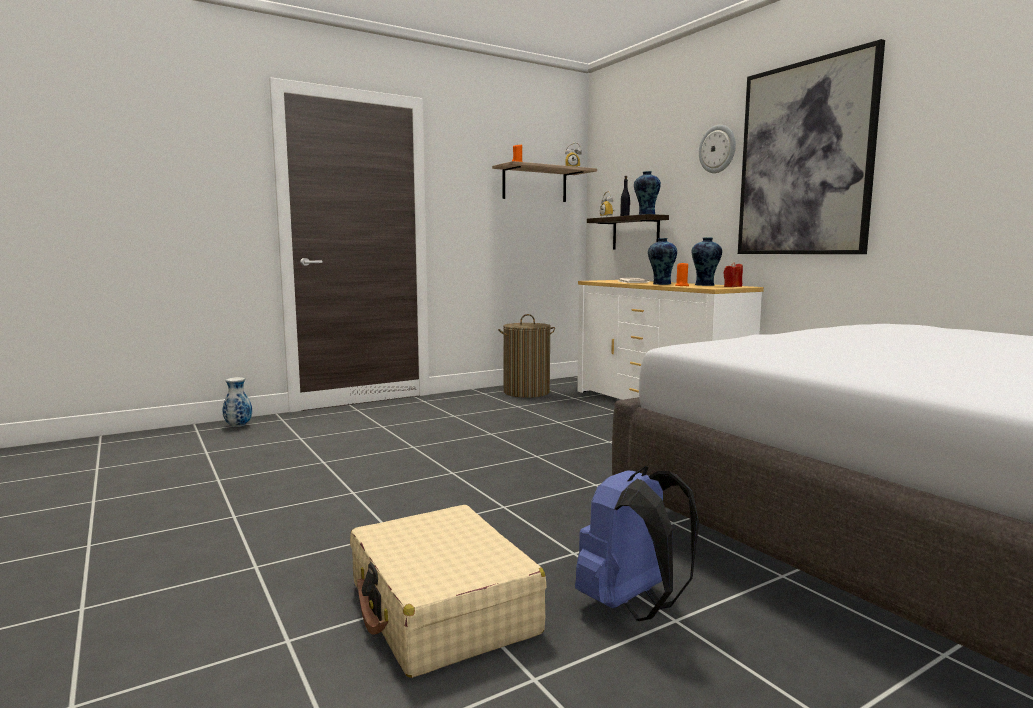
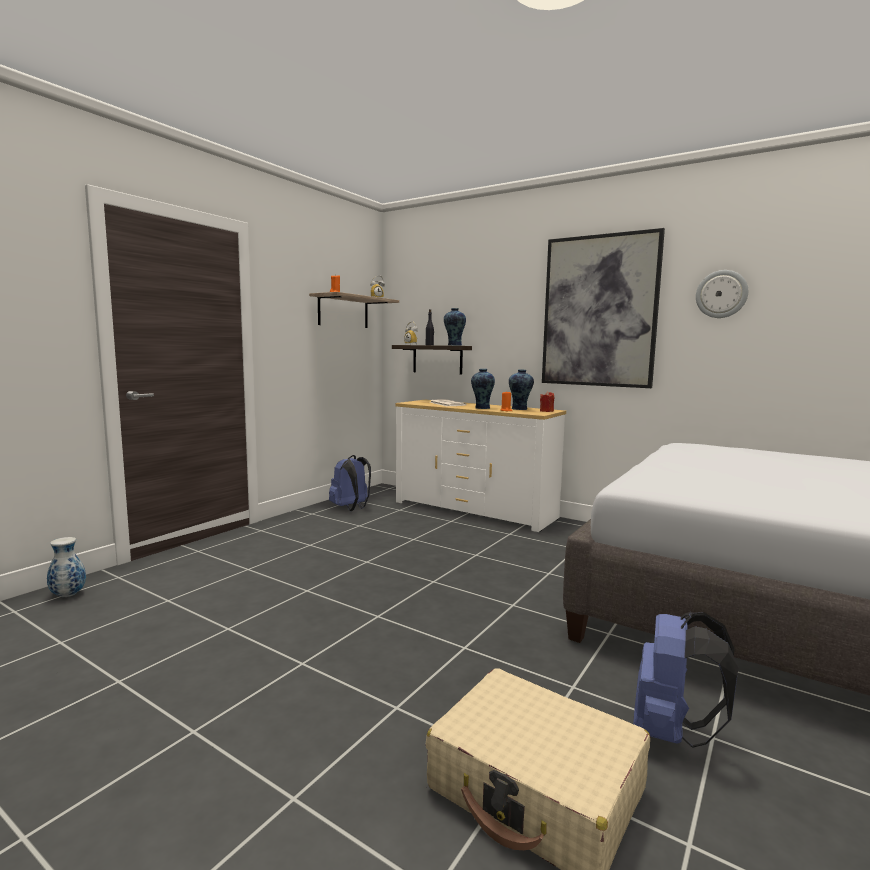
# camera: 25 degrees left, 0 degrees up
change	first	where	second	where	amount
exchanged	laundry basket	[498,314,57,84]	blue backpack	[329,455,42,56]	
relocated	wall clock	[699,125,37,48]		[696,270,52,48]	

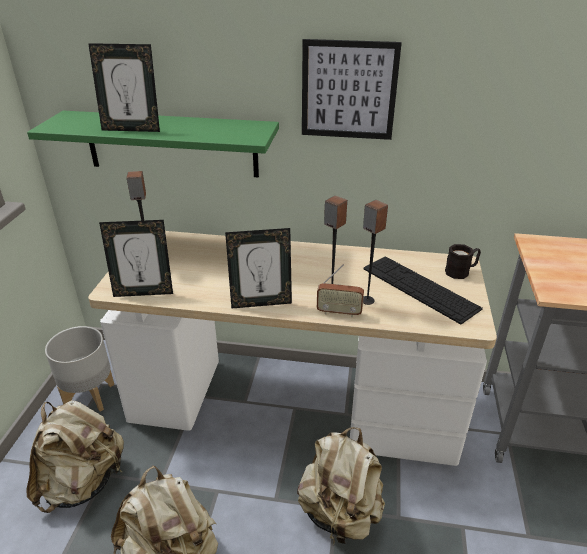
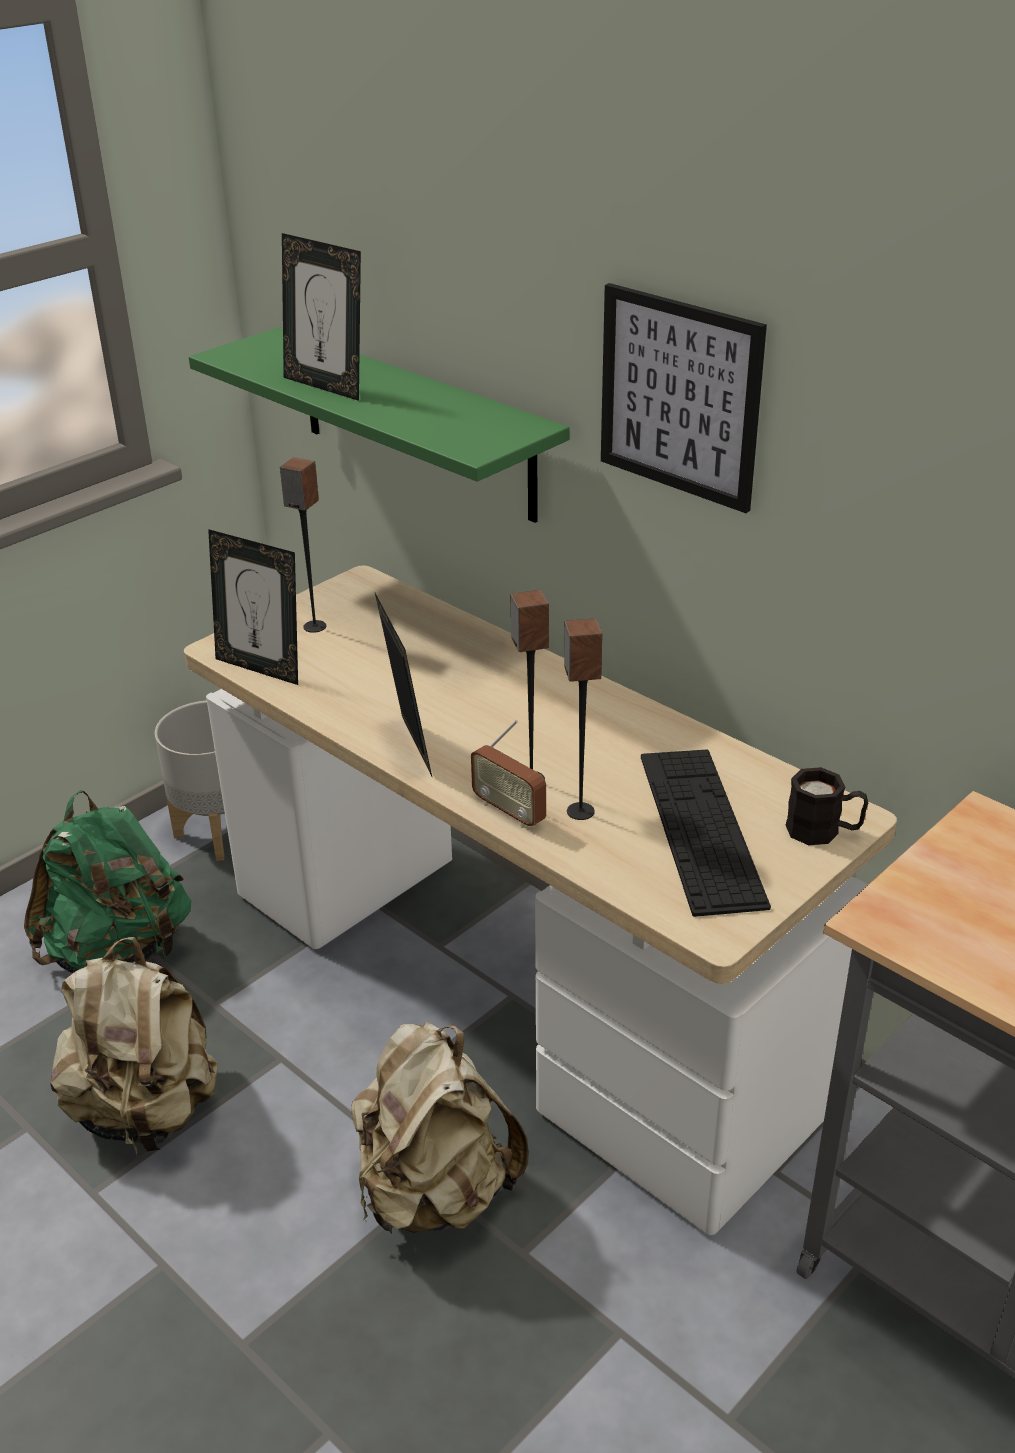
# camera: 35 degrees right, 0 degrees up
change	first	where	second	where	amount
colour	beige backpack	[26,400,98,113]	green backpack	[24,790,167,183]	
spun	picture frame	[225,228,67,81]		[375,593,57,183]	135 degrees counterclockwise

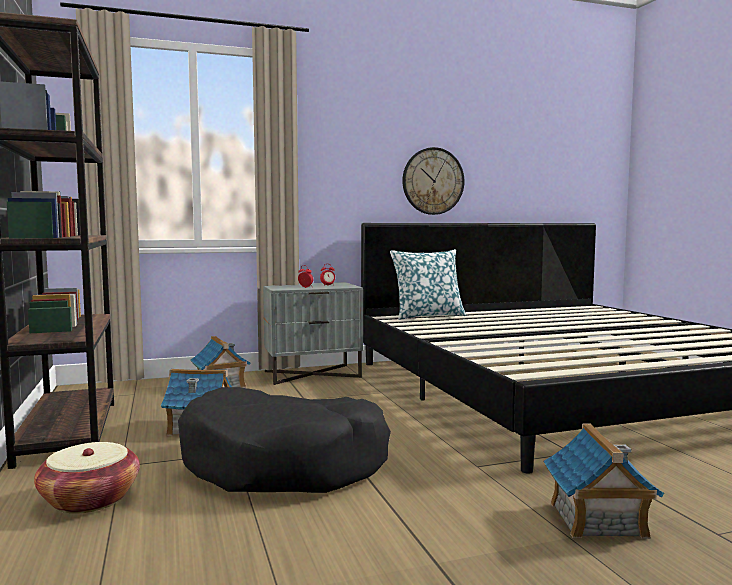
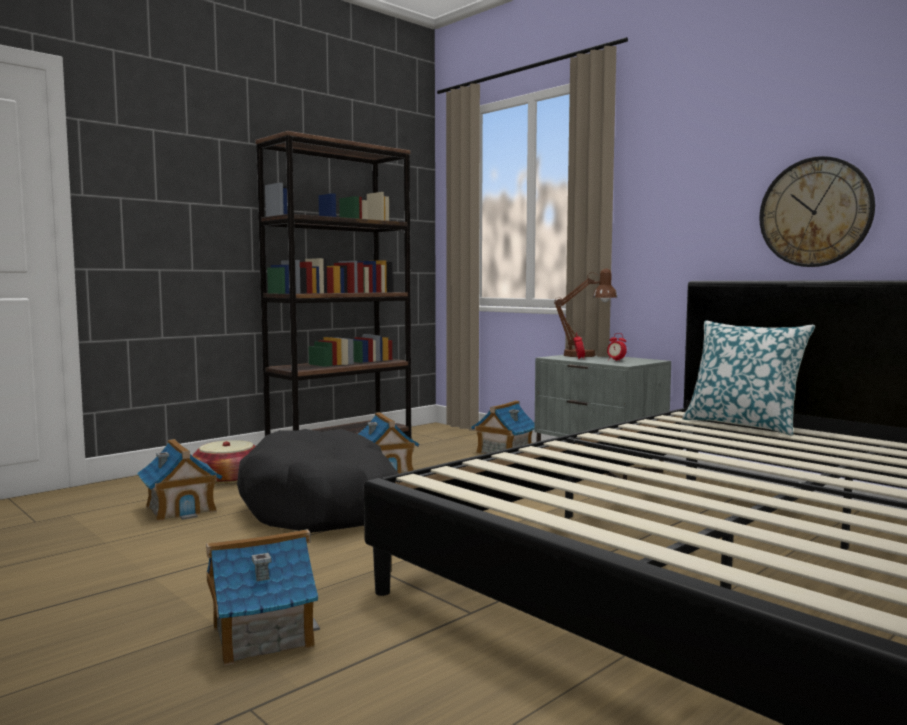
# camera: 65 degrees right, 0 degrees up
change	first	where	second	where	amount
appeared			toy house	[137,439,86,82]	
appeared			brown table lamp	[554,268,63,89]	

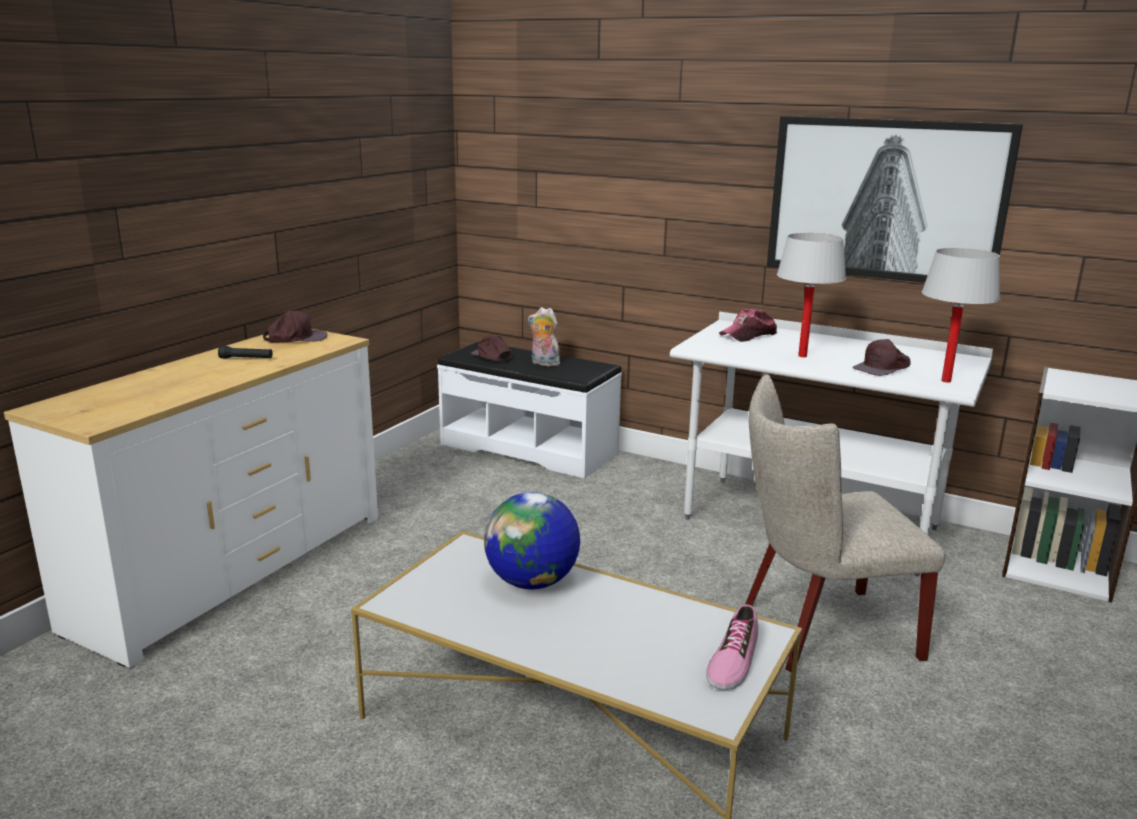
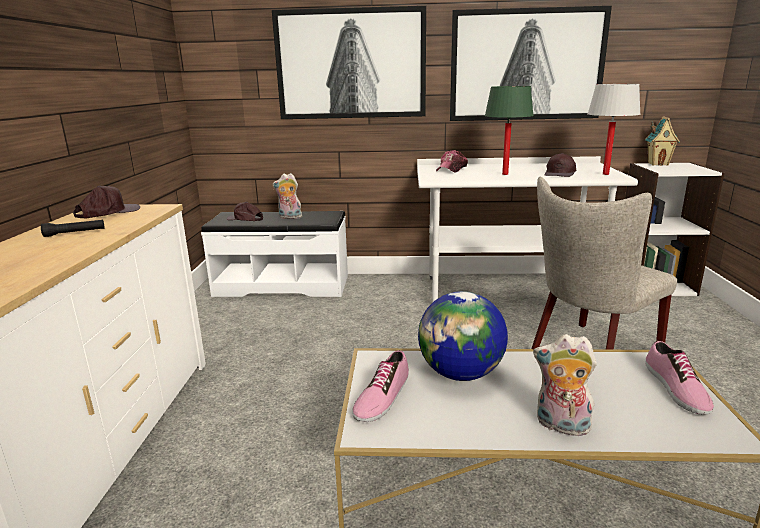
# camera: 25 degrees left, 0 degrees up
change	first	where	second	where	amount
colour	white table lamp	[777,233,69,124]	green table lamp	[485,86,49,89]	
appeared			picture	[272,6,154,113]	
appeared			shoe	[352,350,57,72]	
appeared			plush toy	[533,334,64,105]	
appeared			toy house	[645,116,35,50]	

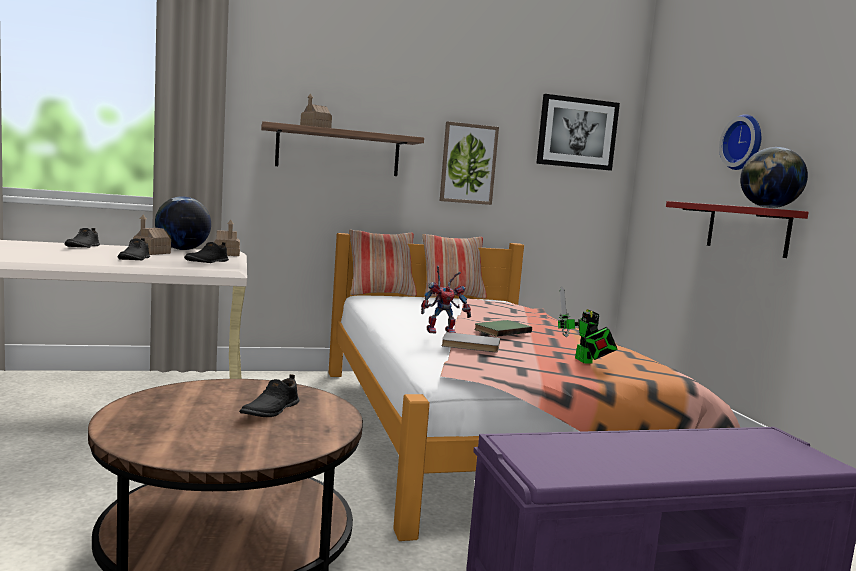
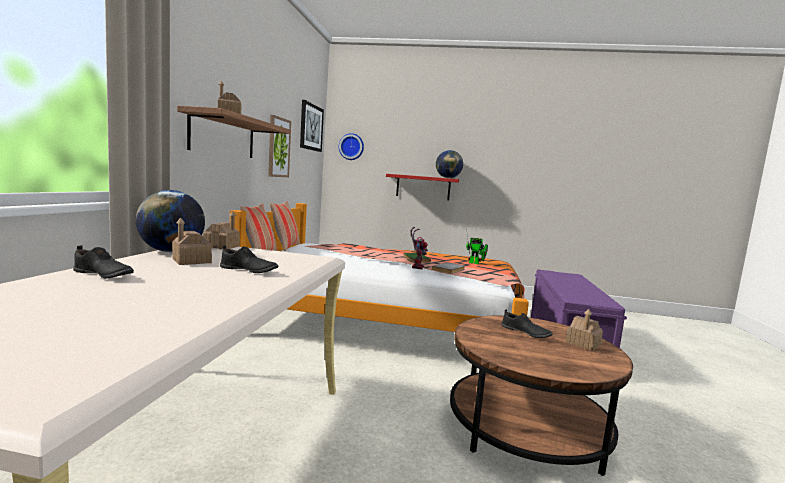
# camera: 65 degrees left, 0 degrees up
change	first	where	second	where	amount
missing	black shoe	[184,242,45,21]			
relocated	wall clock	[719,114,42,56]		[339,133,25,27]	
appeared			toy house	[566,309,37,42]	

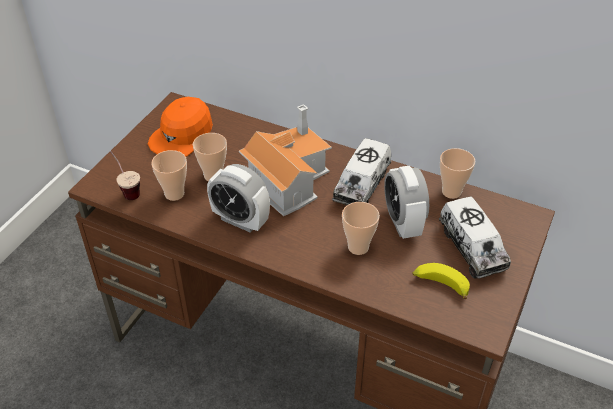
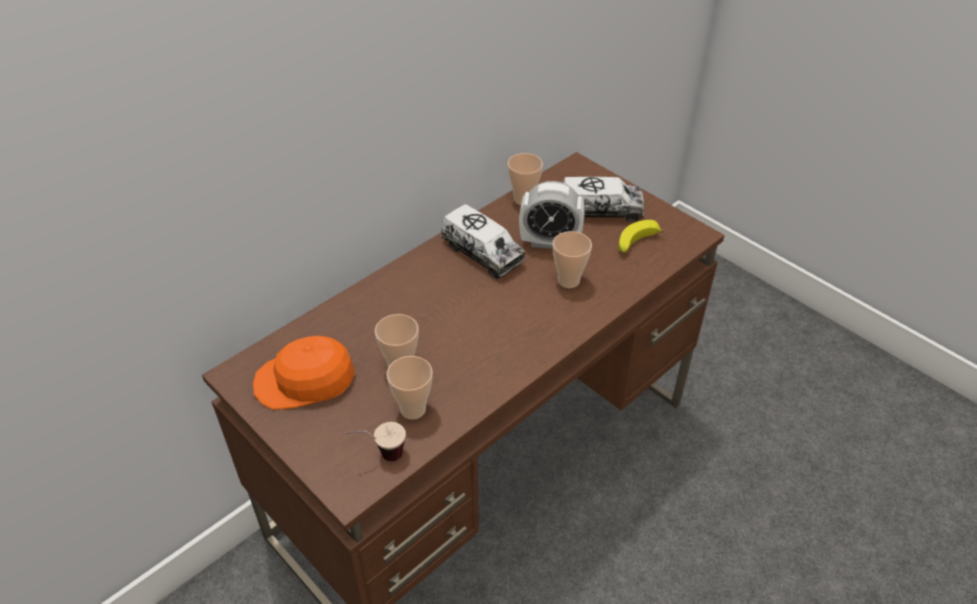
# camera: 70 degrees left, 0 degrees up
change	first	where	second	where	amount
spun	orange cap	[148,97,65,60]		[253,336,102,74]	120 degrees clockwise
missing	alarm clock	[207,164,63,69]			
missing	toy house	[239,104,93,112]			

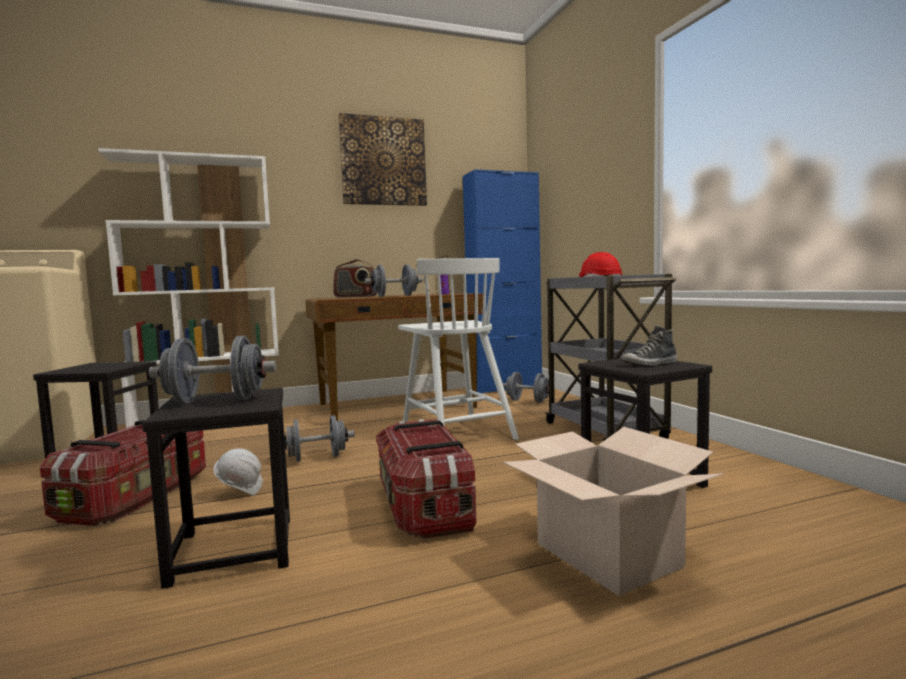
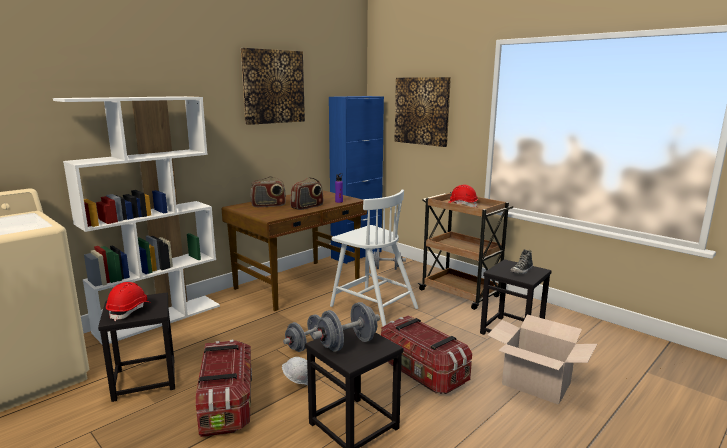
# camera: 25 degrees left, 10 degrees up
change	first	where	second	where	amount
exchanged	grey dumbbell	[365,264,58,33]	radio	[290,177,33,33]	
colour	grey cart	[545,274,132,167]	brown cart	[418,192,96,118]	
appeared			red hard hat	[106,282,43,39]	
appeared			picture	[395,77,56,70]	

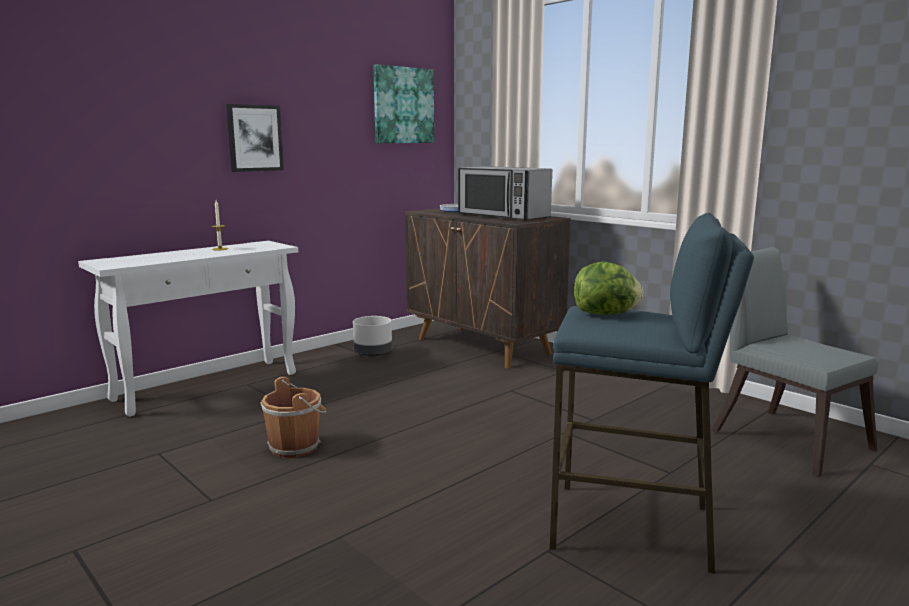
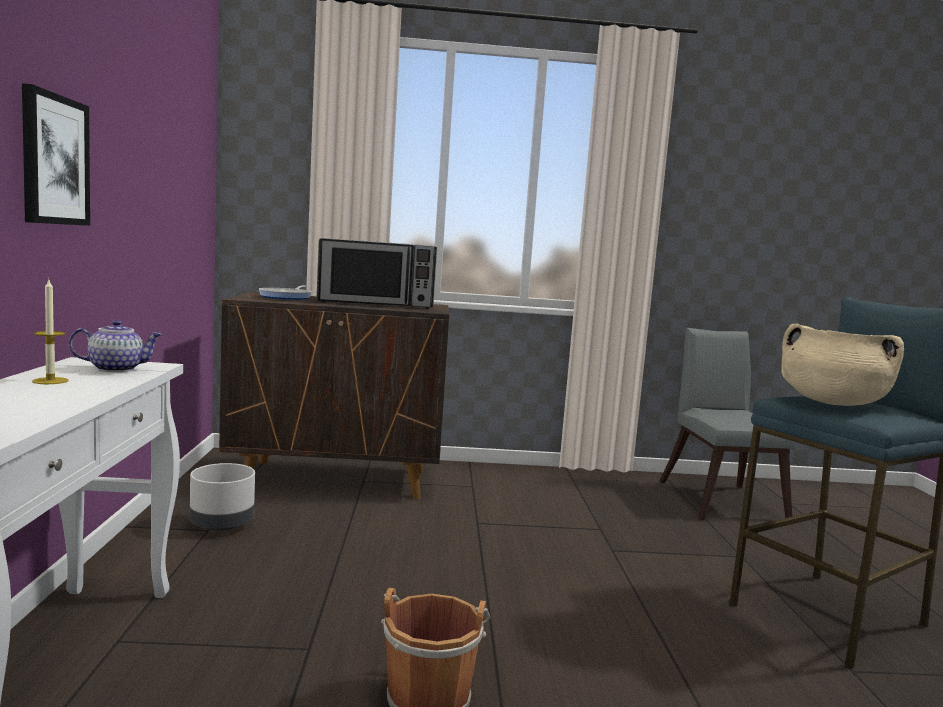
# camera: 50 degrees left, 5 degrees down
change	first	where	second	where	amount
missing	picture	[373,64,61,79]			
exchanged	lettuce	[574,262,69,53]	beige cooking pot	[782,324,122,82]	
spun	grey chair	[712,247,166,230]		[659,328,136,192]	75 degrees clockwise
appeared			teapot	[69,320,94,52]	

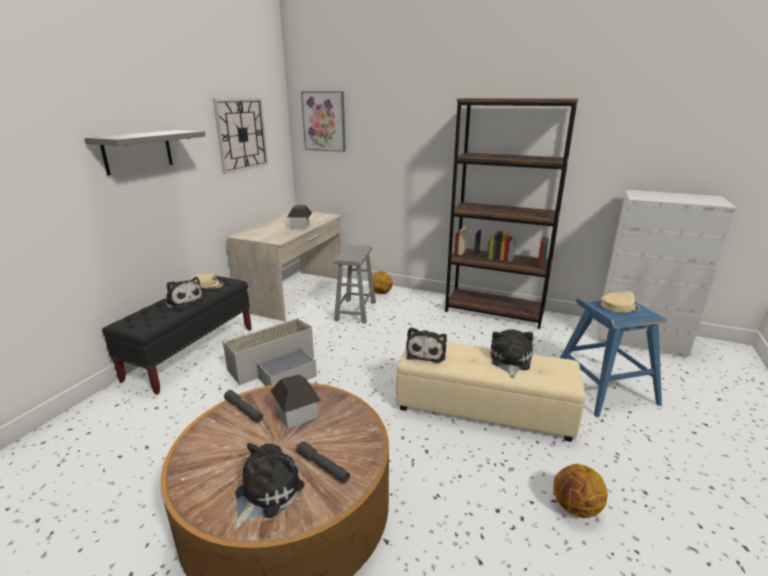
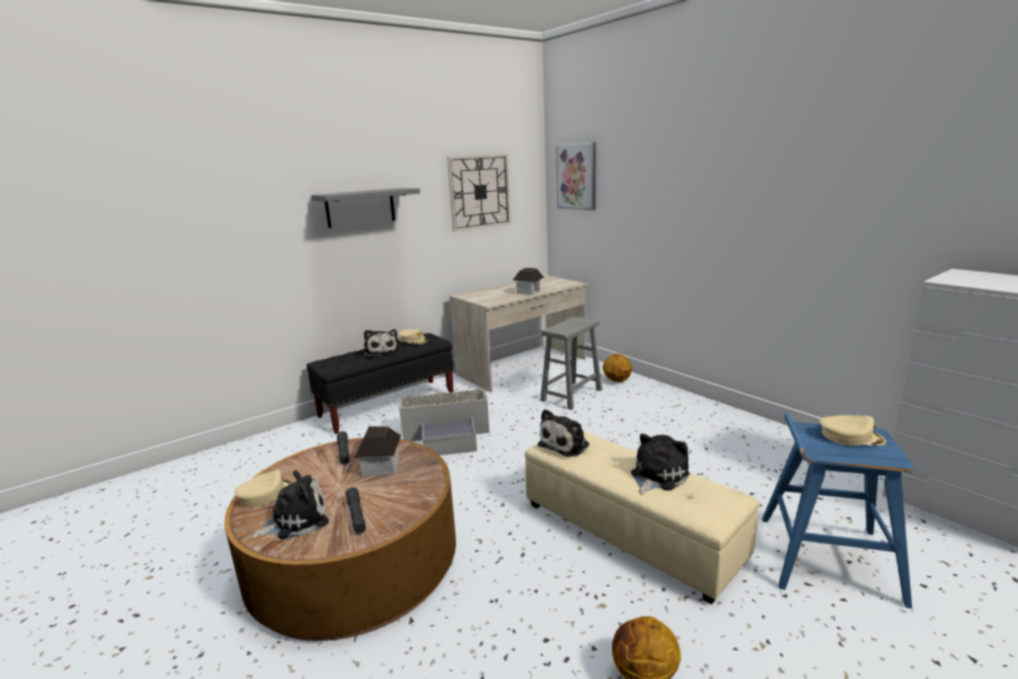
# camera: 30 degrees right, 5 degrees down
change	first	where	second	where	amount
missing	brown bookcase	[445,98,133,231]			
appeared			beige cap	[234,470,60,37]	

